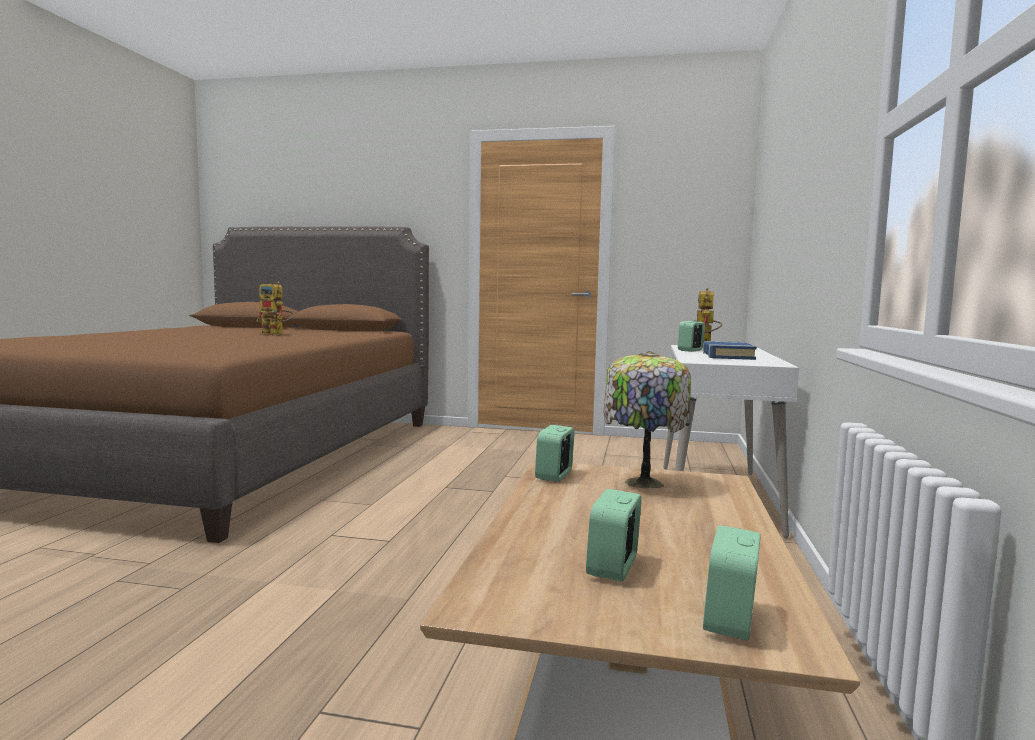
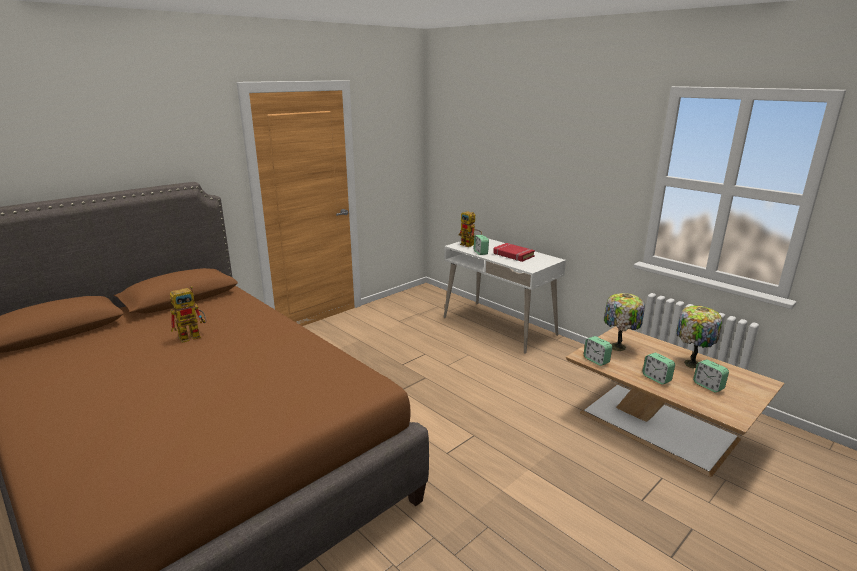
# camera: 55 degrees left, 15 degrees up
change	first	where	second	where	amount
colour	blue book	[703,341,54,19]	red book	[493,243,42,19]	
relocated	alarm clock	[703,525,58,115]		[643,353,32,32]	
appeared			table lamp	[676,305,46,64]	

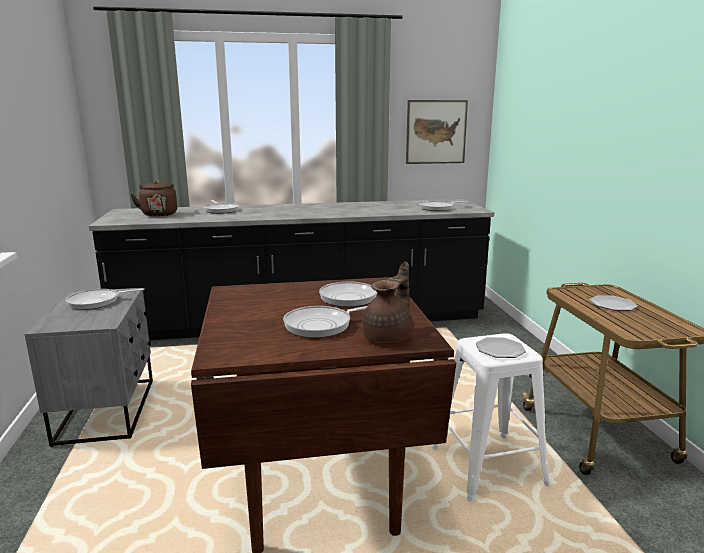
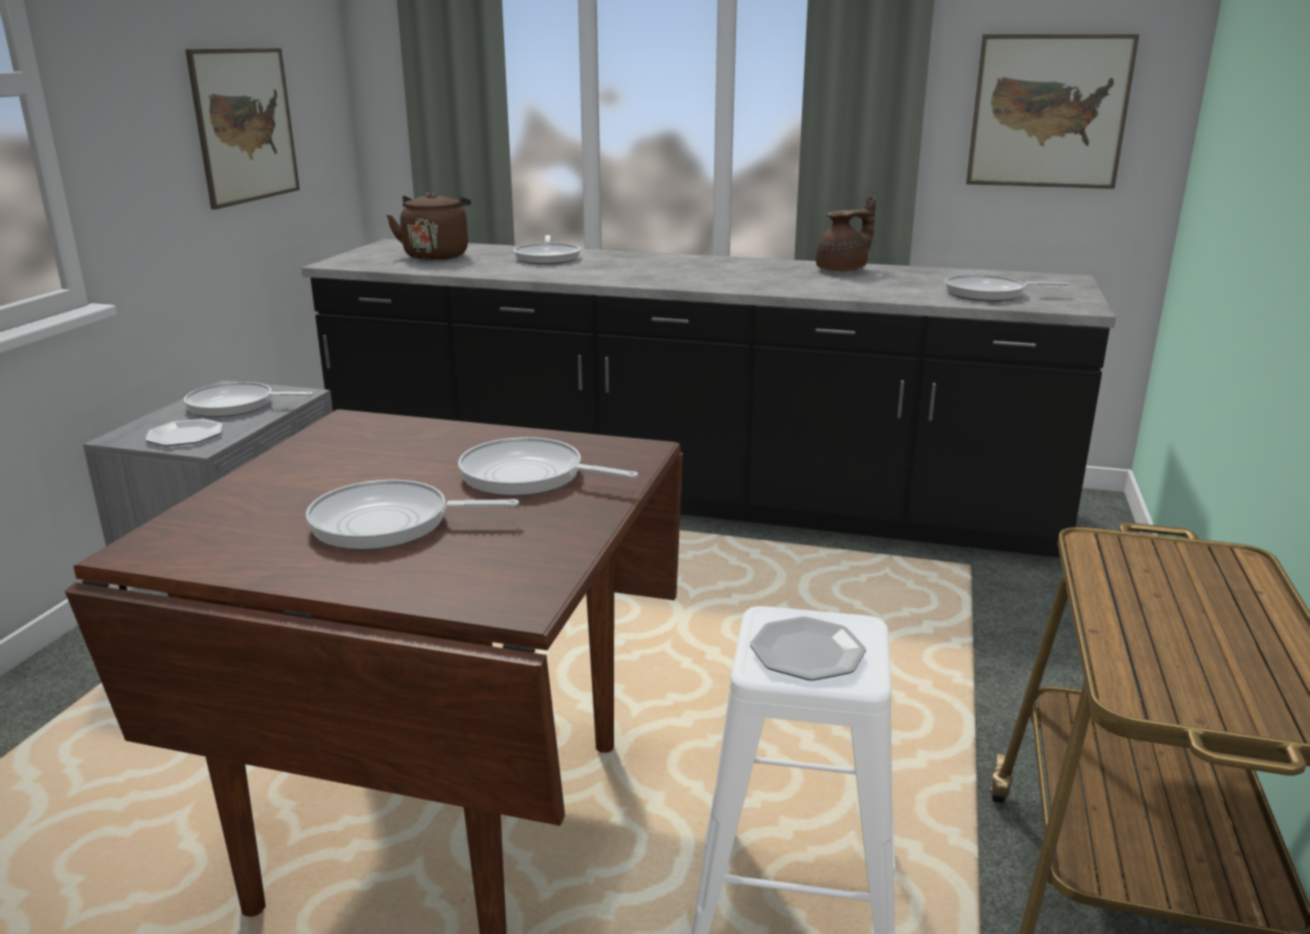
# camera: 25 degrees right, 5 degrees up
change	first	where	second	where	amount
relocated	brown teapot	[362,261,52,82]		[816,196,60,76]	
relocated	plate	[590,295,48,16]		[145,419,78,27]	
appeared			picture	[185,48,115,161]	

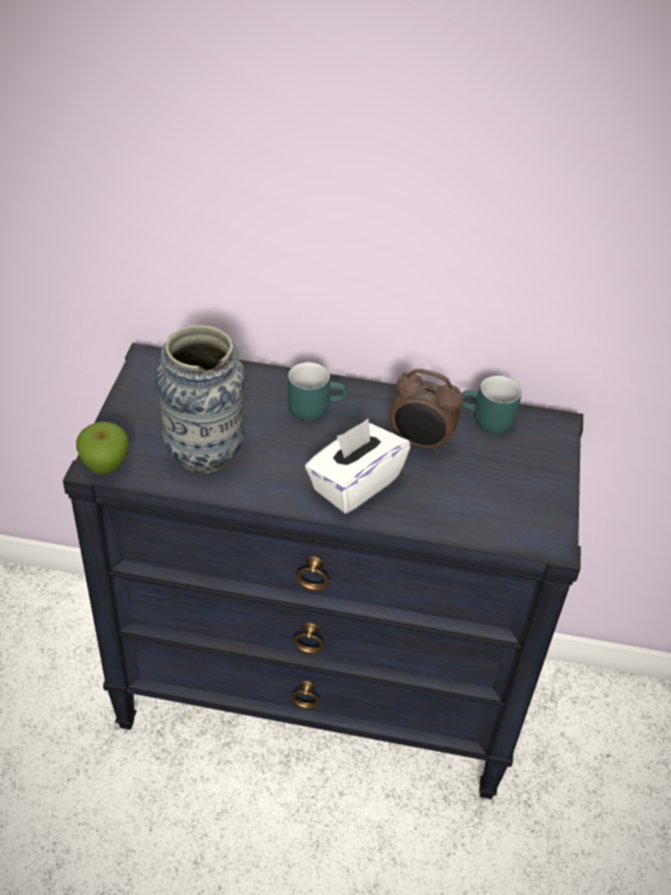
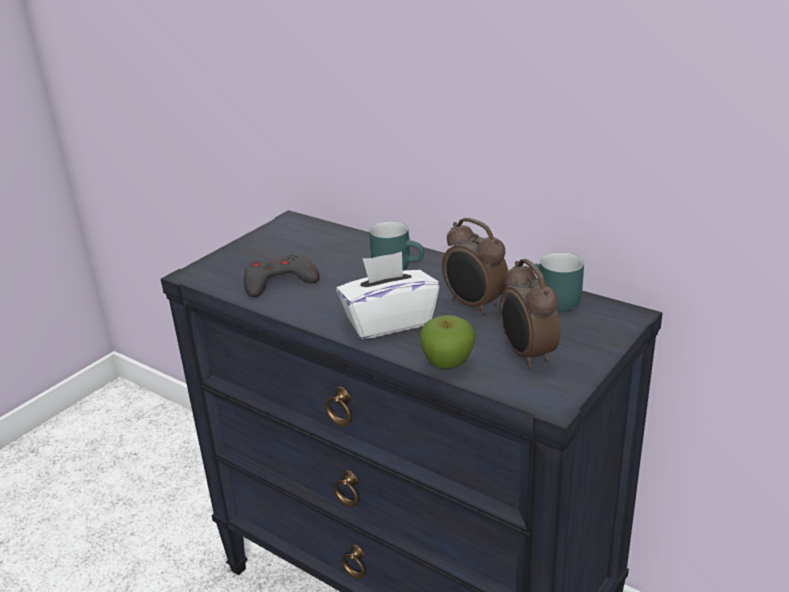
# camera: 30 degrees right, 15 degrees down
change	first	where	second	where	amount
relocated	apple	[76,422,53,52]		[420,315,55,54]	
exchanged	vase	[155,325,91,148]	grey game controller	[244,254,76,43]	
appeared			alarm clock	[500,259,61,109]	

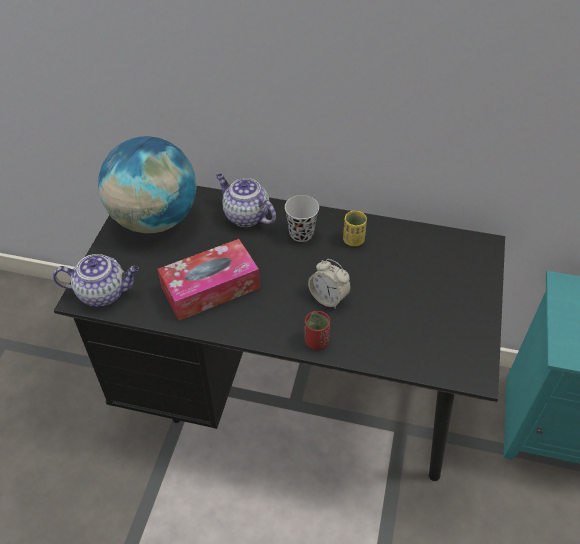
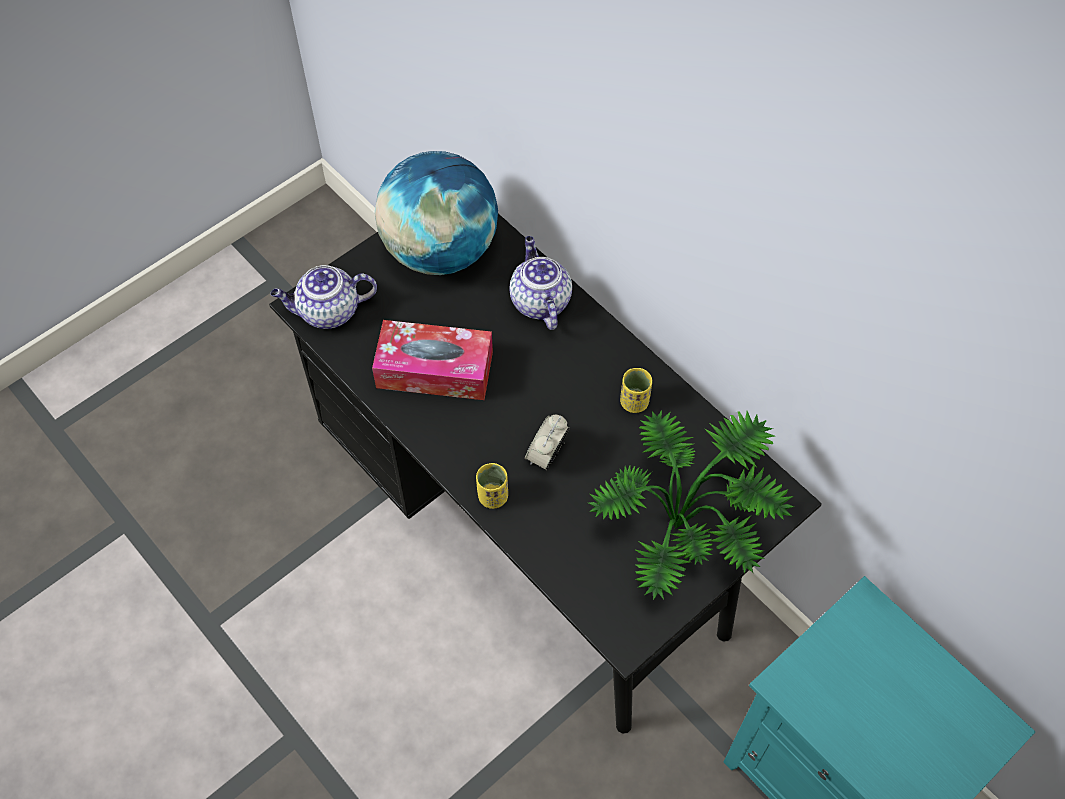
# camera: 35 degrees right, 10 degrees up
change	first	where	second	where	amount
spun	teapot	[53,254,86,53]		[271,265,106,64]	135 degrees clockwise
missing	black cup	[285,195,34,47]			
colour	red cup	[305,311,25,39]	yellow cup	[476,463,32,46]	
spun	alarm clock	[308,259,43,50]		[525,415,45,55]	45 degrees clockwise
appeared			potted plant	[589,410,205,191]	

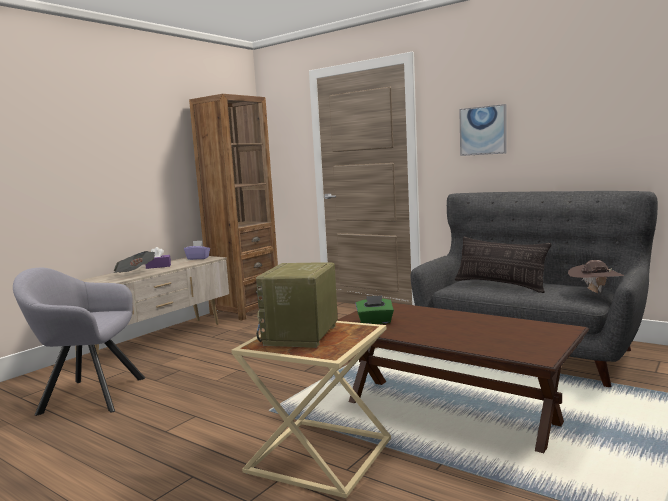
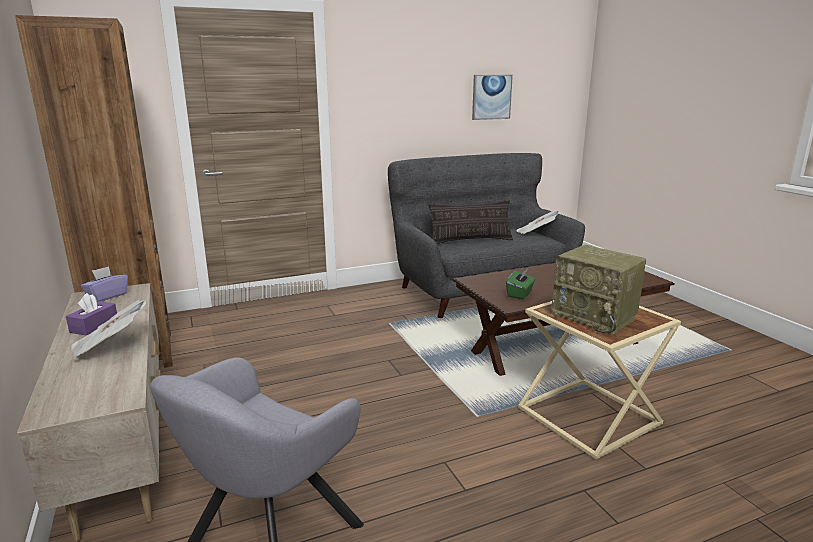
# camera: 60 degrees left, 10 degrees up
change	first	where	second	where	amount
relocated	picture	[459,104,48,52]		[472,75,41,45]	
exchanged	brown hat	[568,260,56,33]	newspaper	[516,211,44,23]	

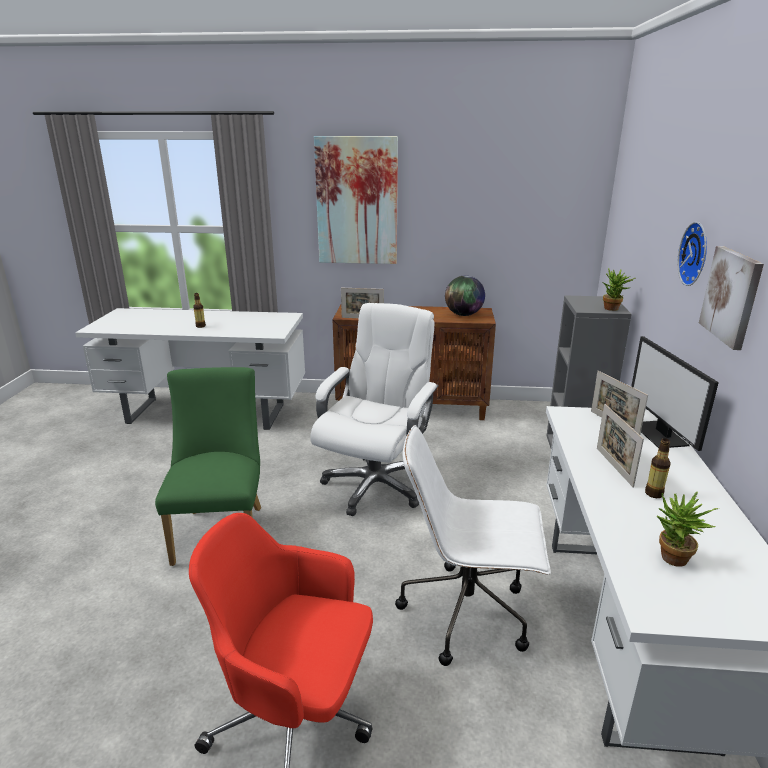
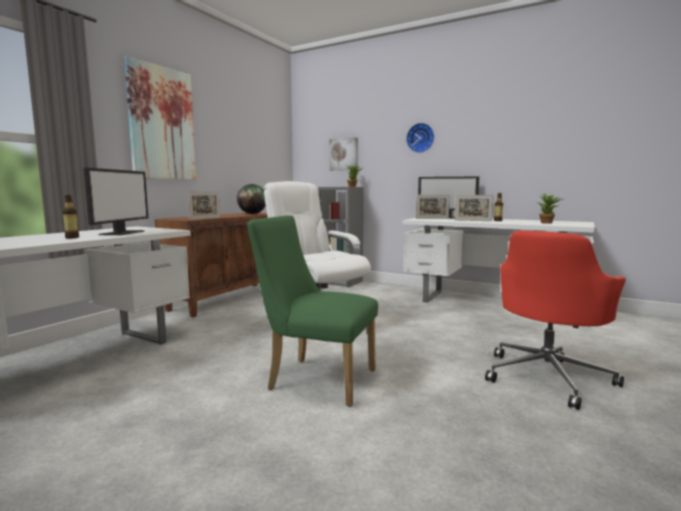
# camera: 65 degrees left, 15 degrees down
change	first	where	second	where	amount
missing	white office chair	[395,425,156,241]			
relocated	picture	[699,246,65,104]		[330,138,28,32]	
appeared			monitor	[83,167,65,68]	

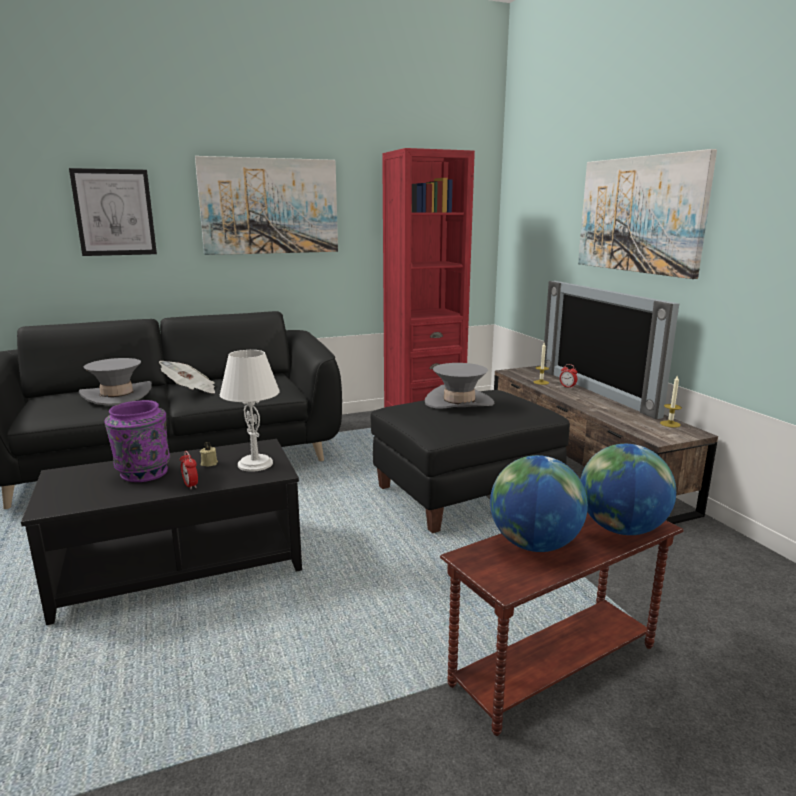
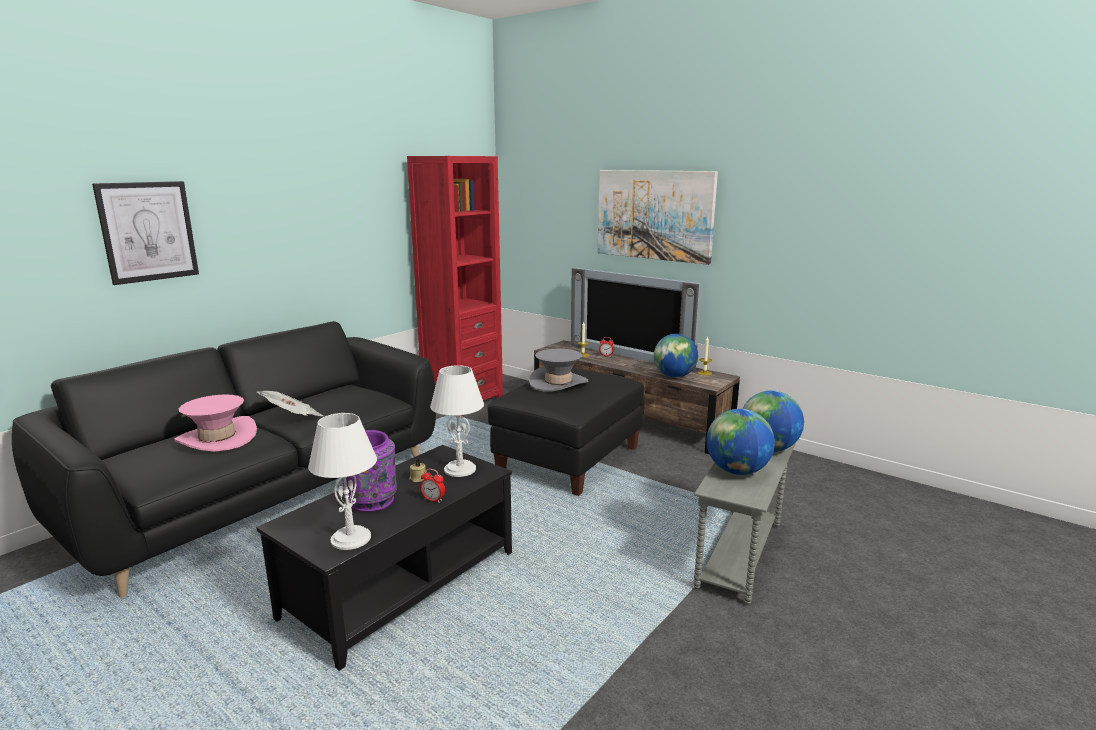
# camera: 30 degrees left, 0 degrees up
change	first	where	second	where	amount
colour	grey hat	[79,358,73,47]	pink hat	[175,394,82,57]	
missing	picture	[195,156,143,99]			
colour	brown side table	[440,512,244,224]	grey side table	[694,443,102,162]	
appeared			white table lamp	[308,413,69,137]	
appeared			globe	[654,334,44,44]	

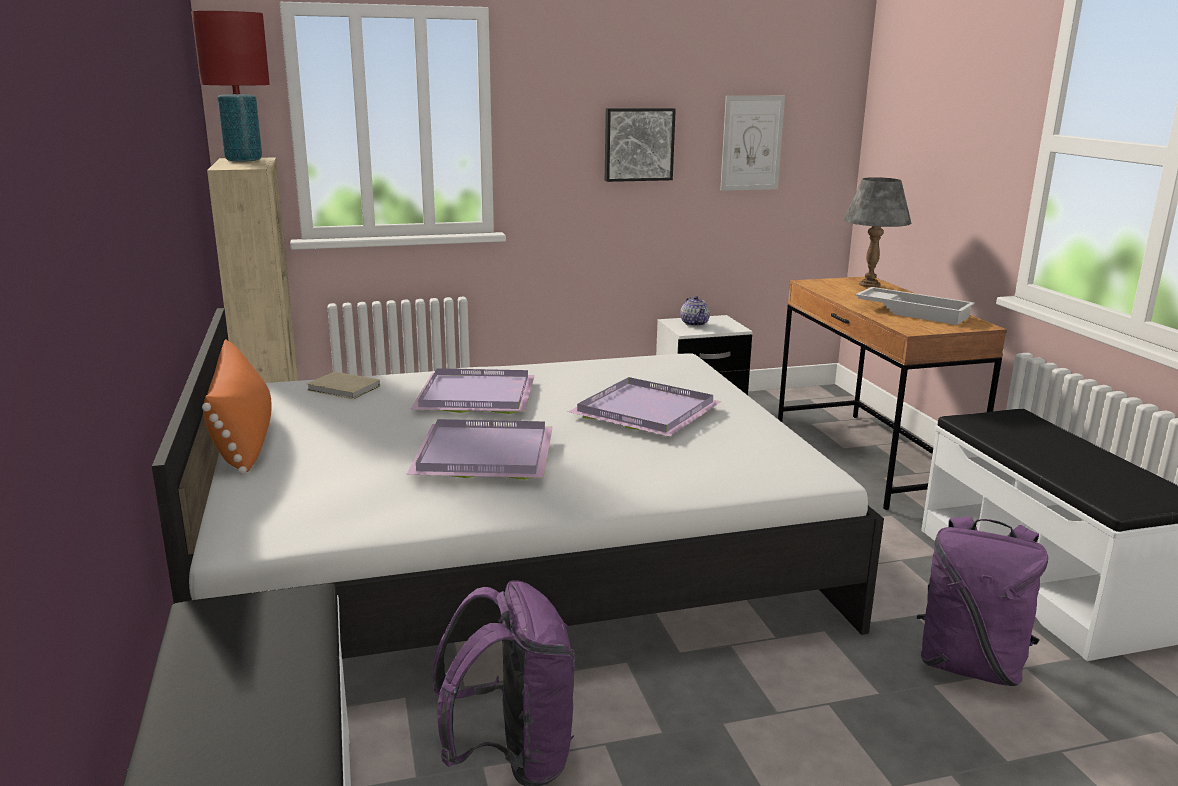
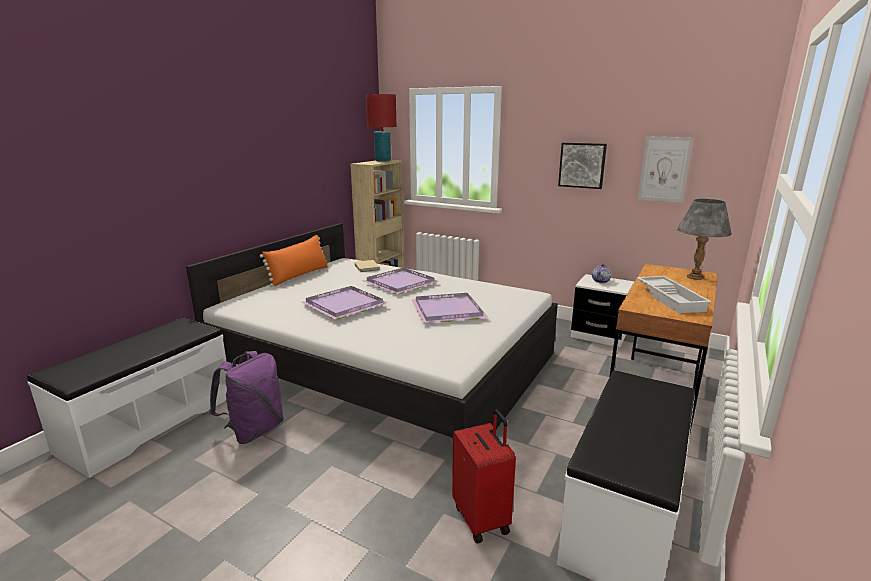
# camera: 45 degrees right, 0 degrees up
change	first	where	second	where	amount
exchanged	purple backpack	[917,516,131,170]	red suitcase	[452,409,64,135]	

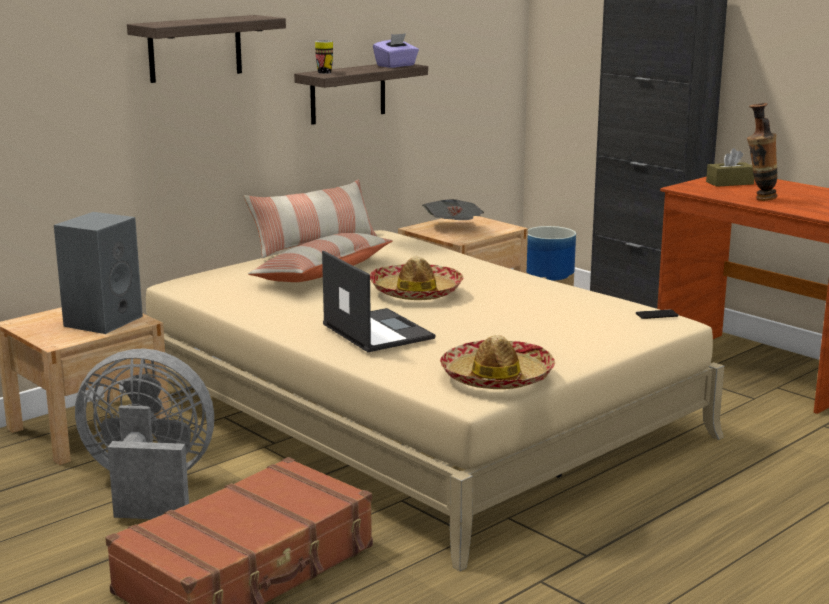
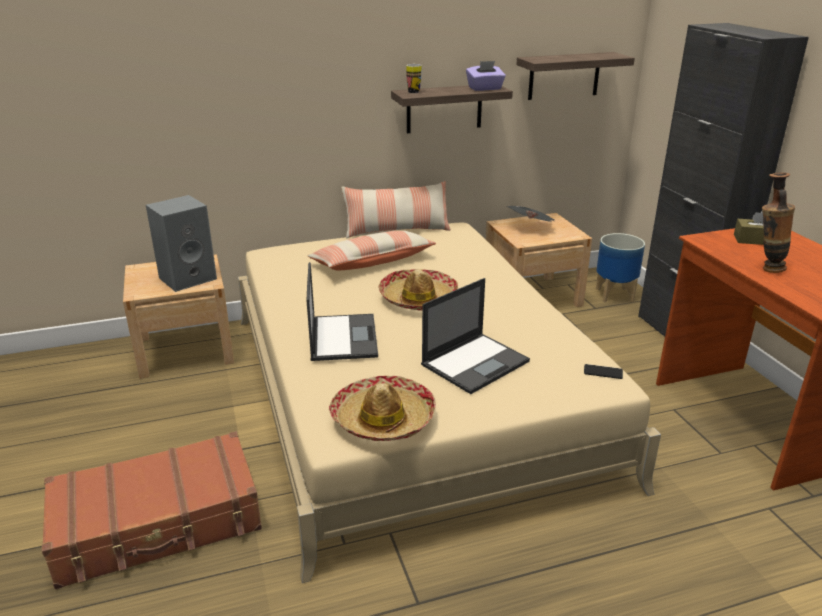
# camera: 25 degrees right, 10 degrees up
change	first	where	second	where	amount
missing	grey fan	[75,348,139,171]			
relocated	shelf	[127,15,159,68]		[516,52,119,48]	
appeared			laptop	[421,278,109,116]	

